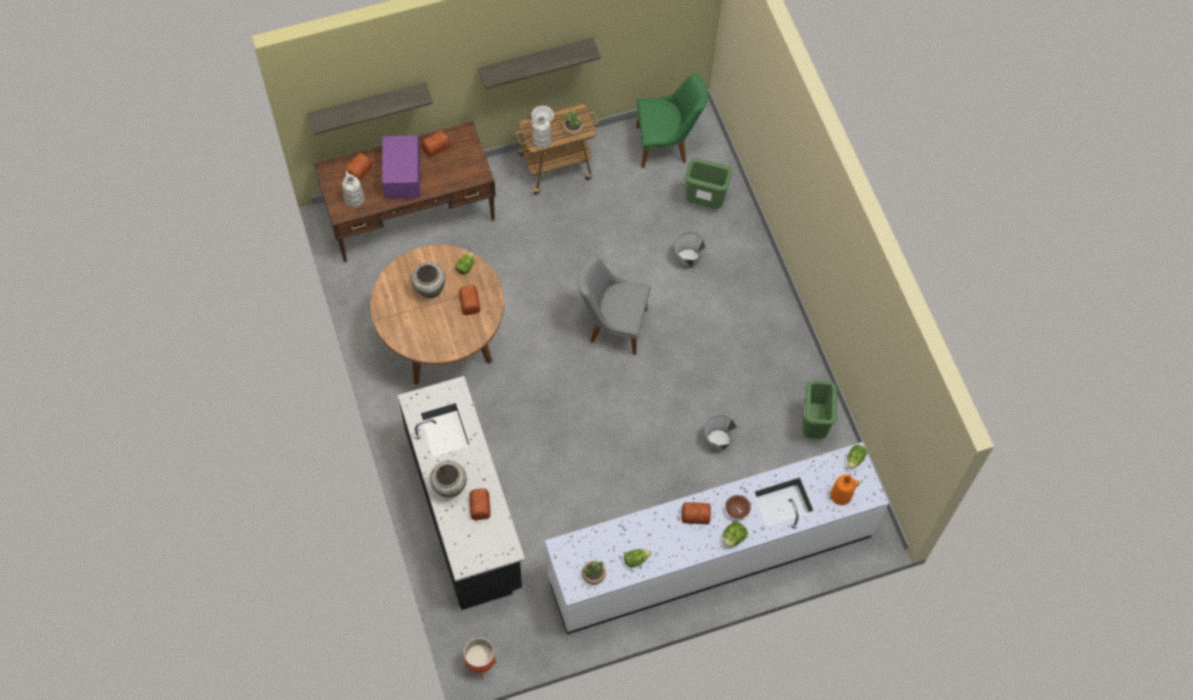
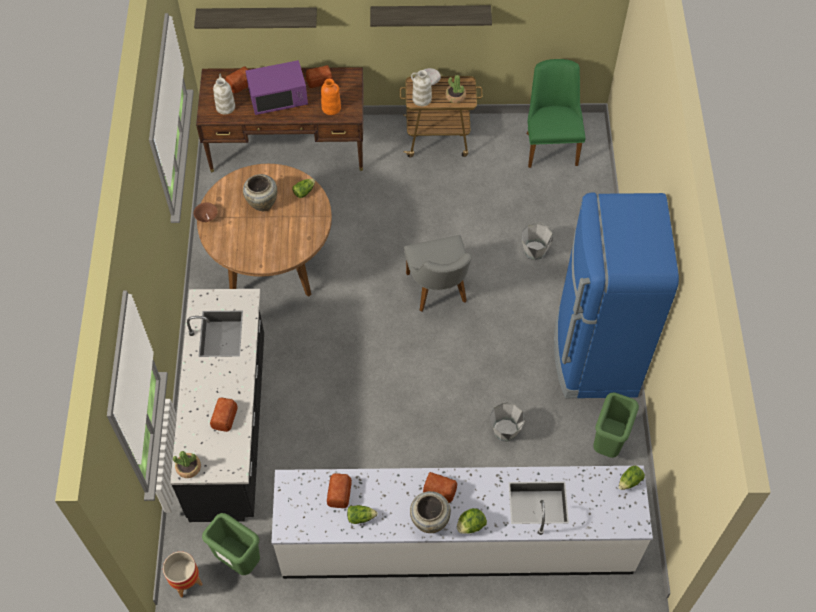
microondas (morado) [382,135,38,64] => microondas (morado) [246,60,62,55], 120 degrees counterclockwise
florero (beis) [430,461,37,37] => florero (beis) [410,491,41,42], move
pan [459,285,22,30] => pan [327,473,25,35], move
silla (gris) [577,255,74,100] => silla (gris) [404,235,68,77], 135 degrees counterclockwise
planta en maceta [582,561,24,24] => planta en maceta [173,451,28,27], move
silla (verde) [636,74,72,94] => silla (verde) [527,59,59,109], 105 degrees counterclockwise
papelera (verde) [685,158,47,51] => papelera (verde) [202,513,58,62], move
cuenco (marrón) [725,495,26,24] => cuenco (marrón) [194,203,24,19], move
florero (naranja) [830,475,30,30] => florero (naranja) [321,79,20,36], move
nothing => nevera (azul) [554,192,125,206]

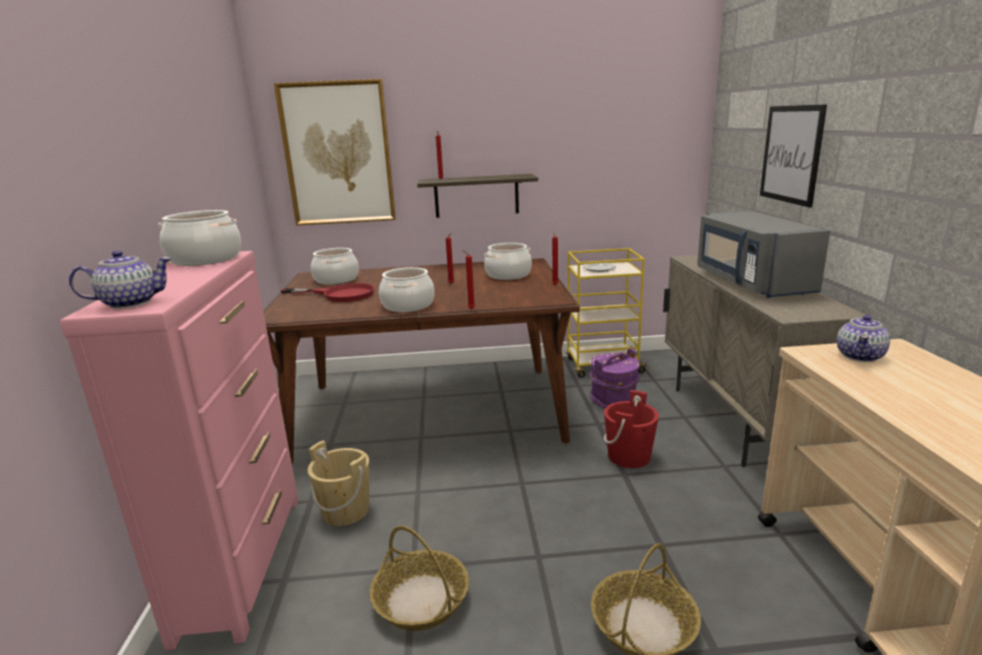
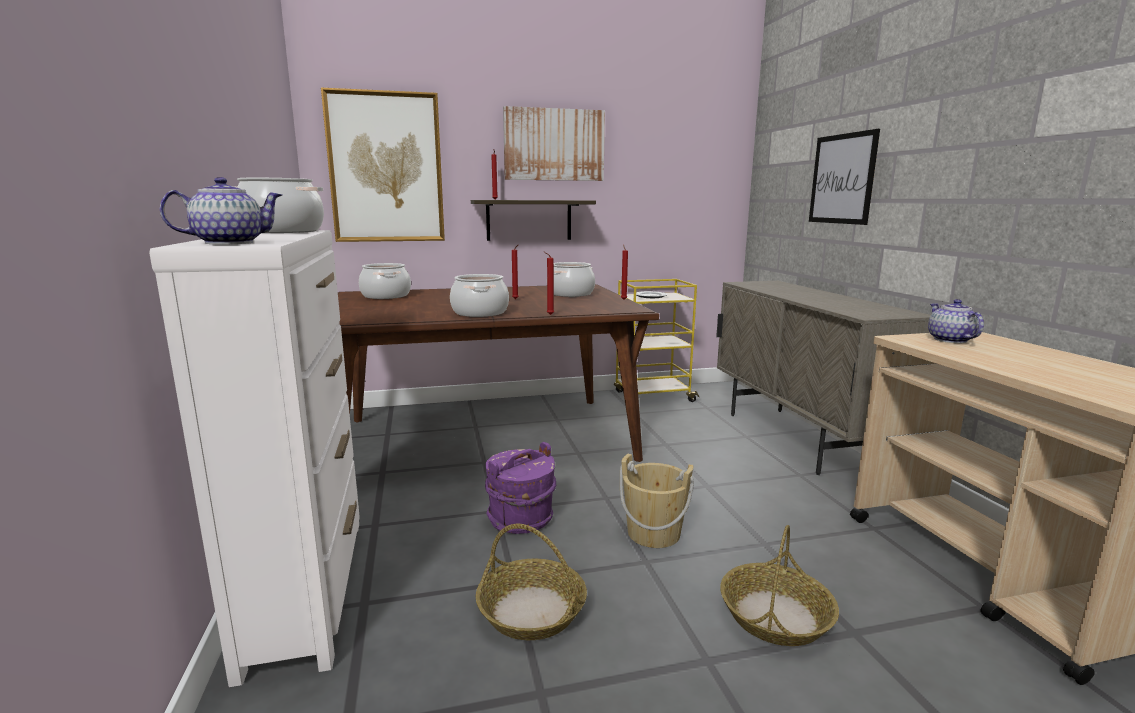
cómoda (rosa) [60,251,238,399] => cómoda (blanco) [149,230,211,457]
sartén (rojo) [281,283,94,19] => nothing
cubo (beis) [308,440,61,86] => cubo (beis) [620,454,74,94], move
cubo (morado) [590,348,50,60] => cubo (morado) [485,442,71,92], move
cubo (rojo) [604,390,55,78] => nothing
microondas (gris) [697,210,133,88] => nothing
tetera [837,315,53,47] => tetera [928,299,56,44], 150 degrees clockwise
nothing => cuadro [503,106,102,75]

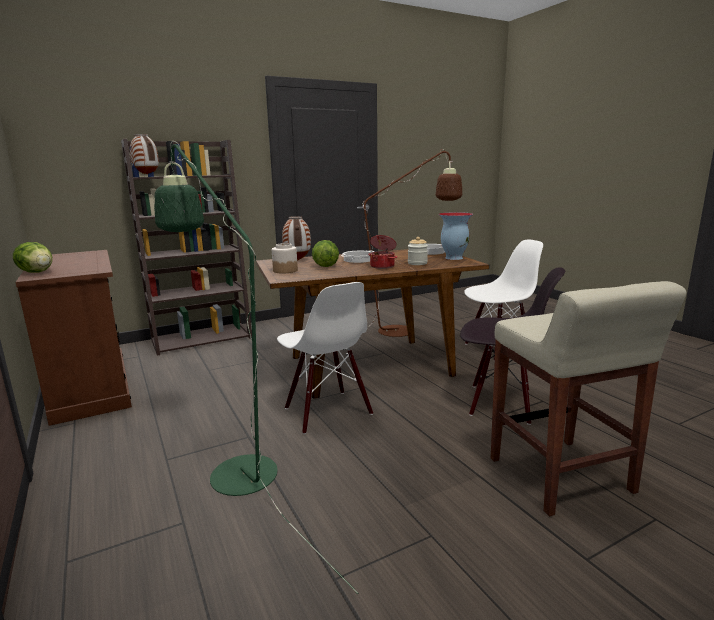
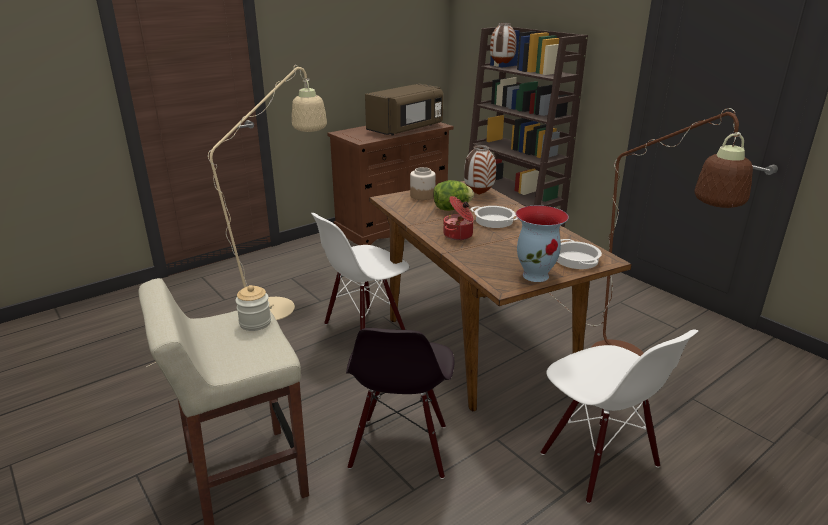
lechuga [13,242,39,31] => nothing
lámpara de pie (verde) [154,141,204,453] => lámpara de pie (beis) [146,65,181,302]
tarro [408,237,20,28] => tarro [236,285,35,46], move
nothing => microondas (marrón) [365,84,78,51]

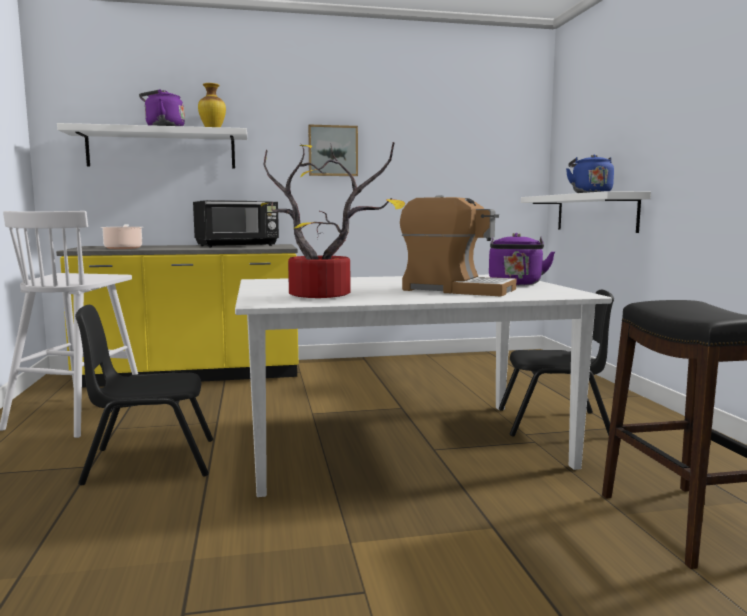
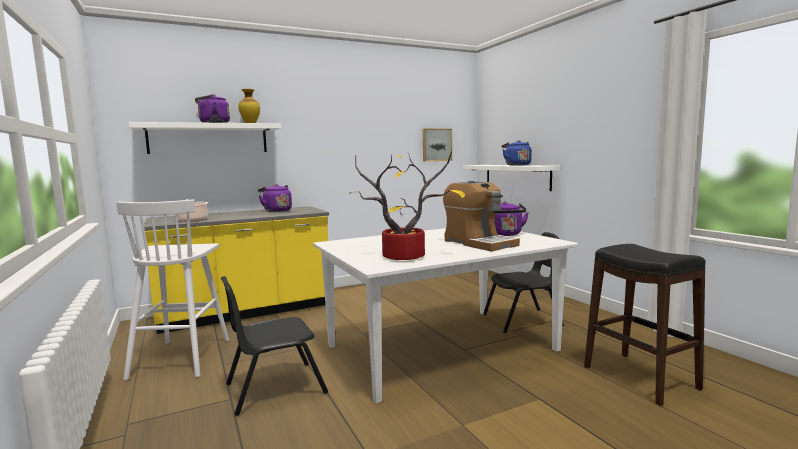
microondas (negro) [193,200,86,47] => hervidor (morado) [258,184,34,28]
cuadro [308,125,50,51] => cuadro [423,129,29,33], move
cafetera [400,195,116,101] => cafetera [443,181,77,70], 45 degrees clockwise

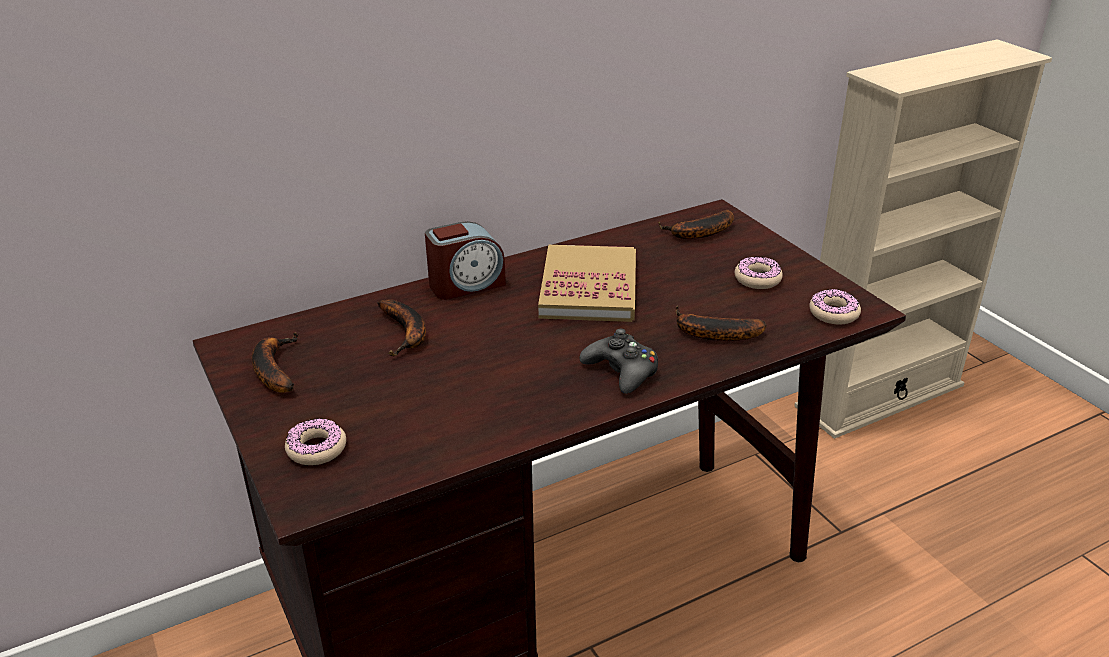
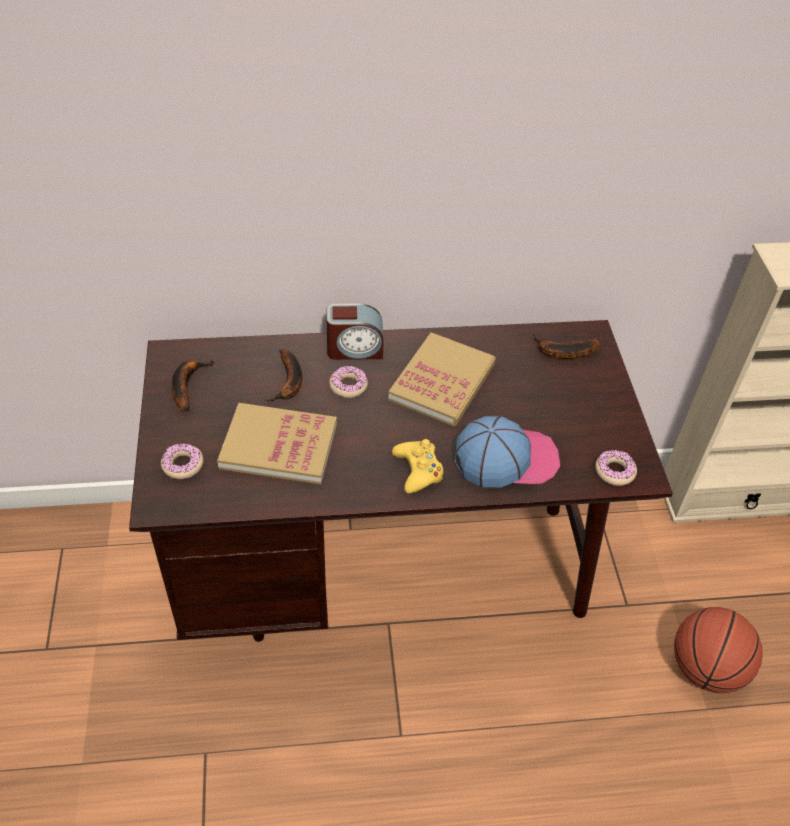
mando de consola (negro) [579,329,79,65] => mando de consola (amarillo) [392,439,52,55]
plátano [676,306,90,35] => gorra [455,416,105,71]
rosquilla [735,256,48,33] => rosquilla [329,366,39,32], move
nothing => libro [217,403,120,81]
nothing => balón de baloncesto [674,607,89,86]

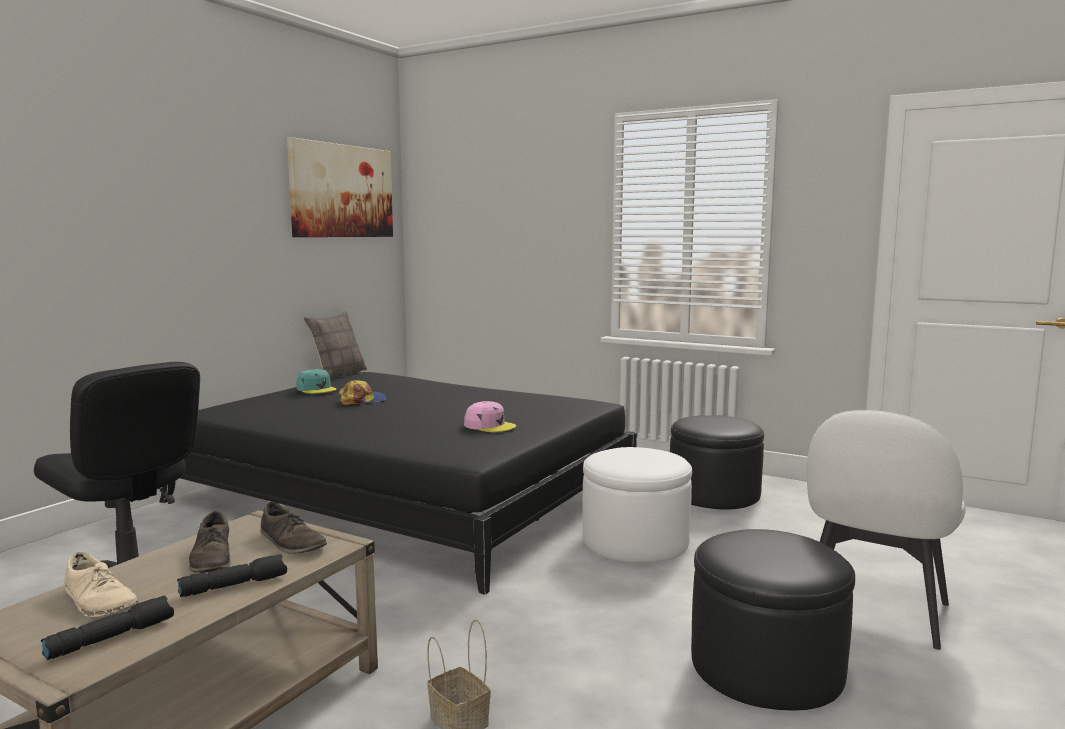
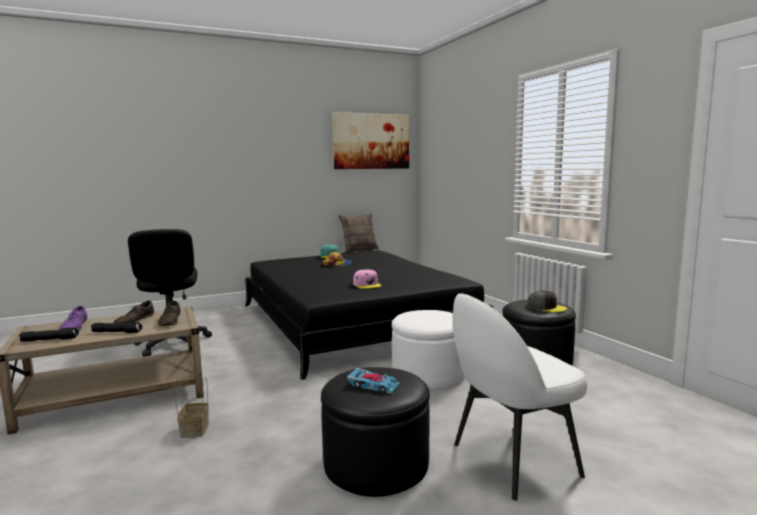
zapato (beis) [64,552,75,65] => zapato (morado) [60,306,27,25]
nothing => coche de juguete [347,368,53,26]
nothing => gorra (gris) [527,290,40,22]

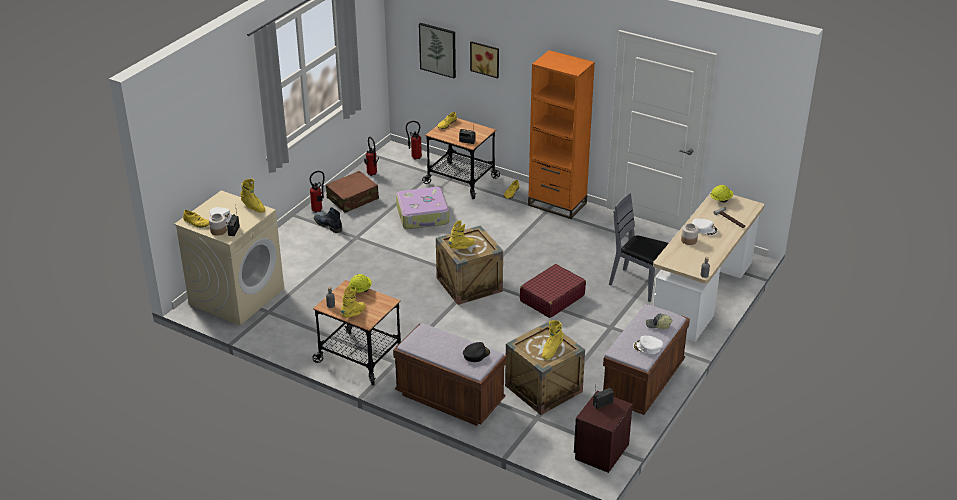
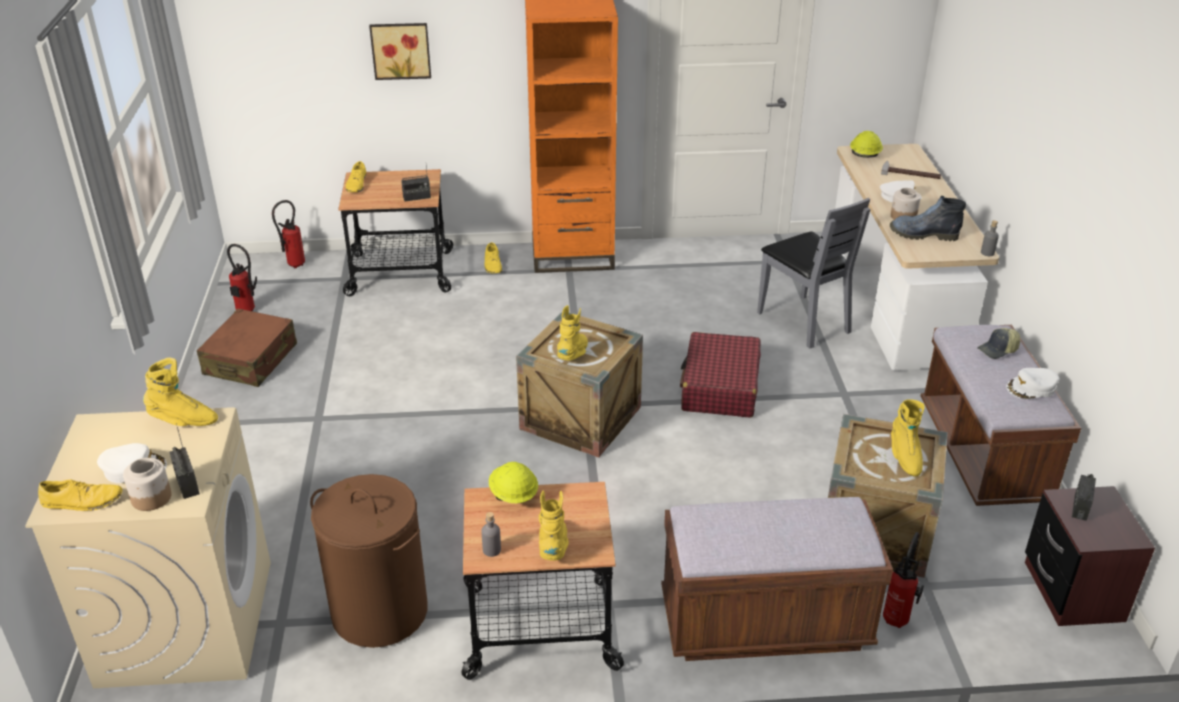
extintor [310,171,15,42] => extintor [883,532,41,96], move
bota [314,208,28,25] => bota [890,196,76,45], move
maleta [396,187,53,42] => nothing
cuadro [419,23,37,55] => nothing
gorra (negro) [463,342,27,20] => nothing
silla (gris) [609,193,60,109] => silla (gris) [757,198,114,151], 120 degrees counterclockwise
nothing => cesto de la ropa (marrón) [310,474,118,174]

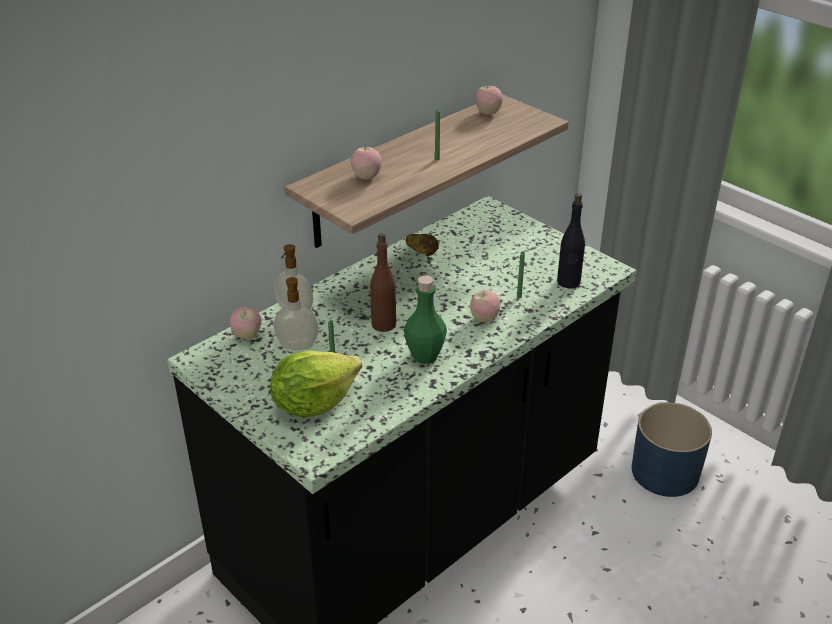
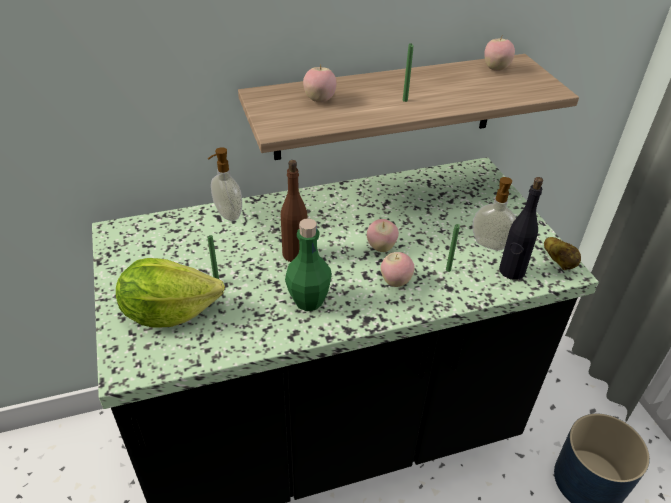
manzana [230,307,31,32] => manzana [367,219,32,33], move
dispensador de jabón [274,277,45,73] => dispensador de jabón [472,177,44,73], move
patata [405,234,34,22] => patata [544,237,37,33], move

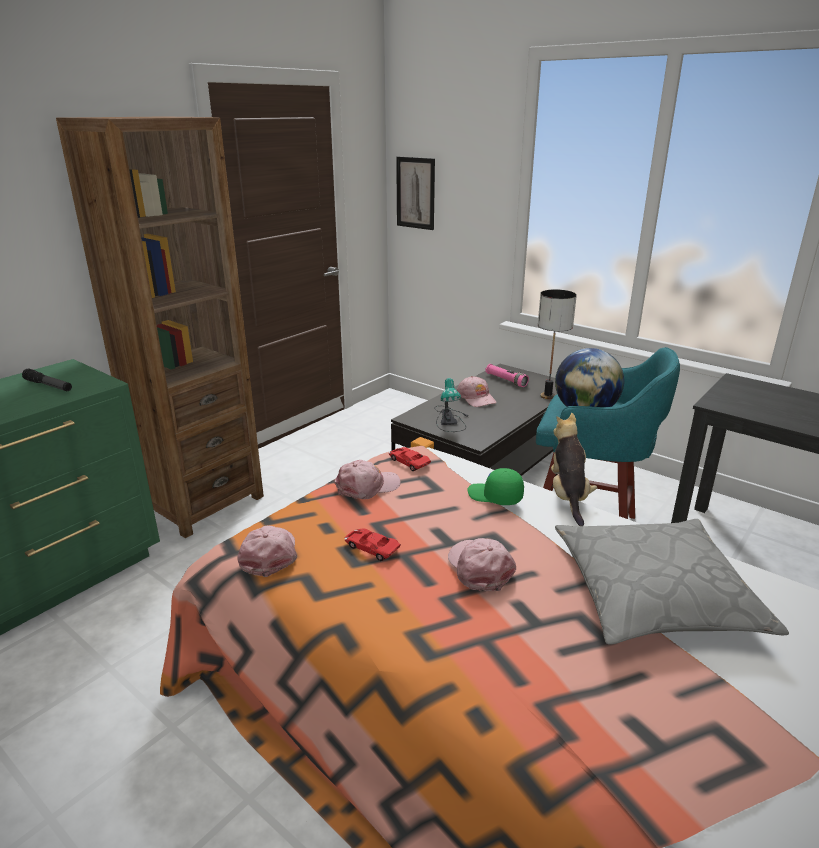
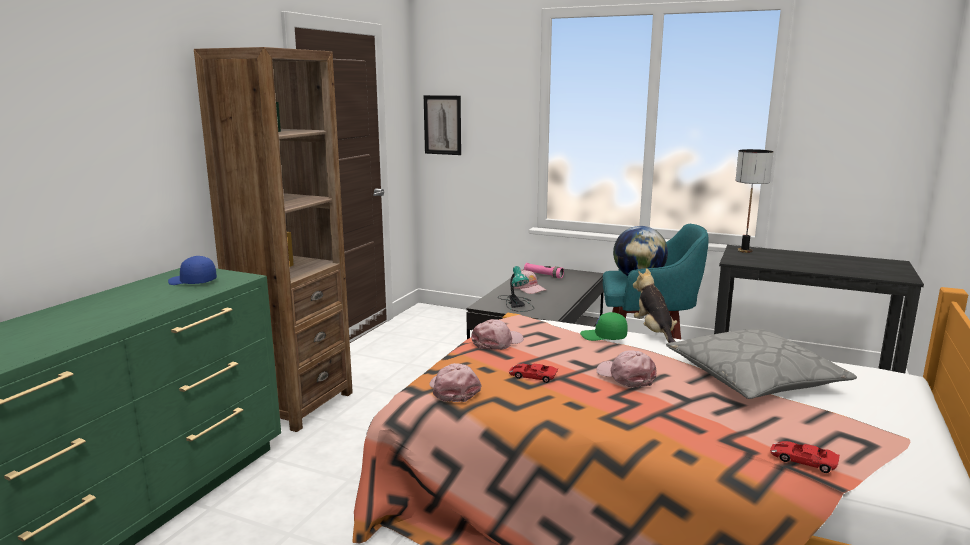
linterna [22,369,50,22] => gorra (azul) [168,256,49,29]
coche de juguete (rojo) [389,447,42,24] => coche de juguete (rojo) [770,441,70,32], move
lámpara de mesa [538,289,39,110] => lámpara de mesa [735,149,39,104], move

